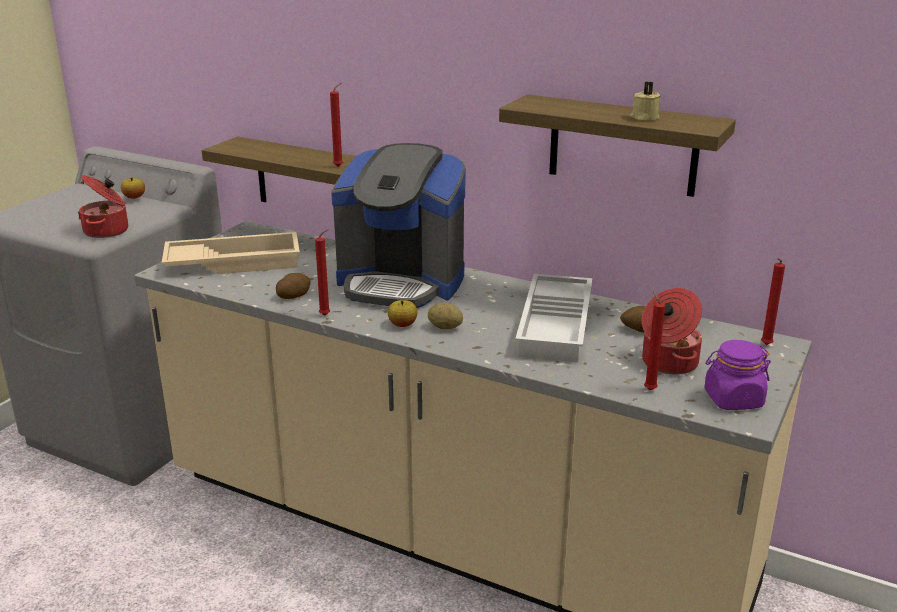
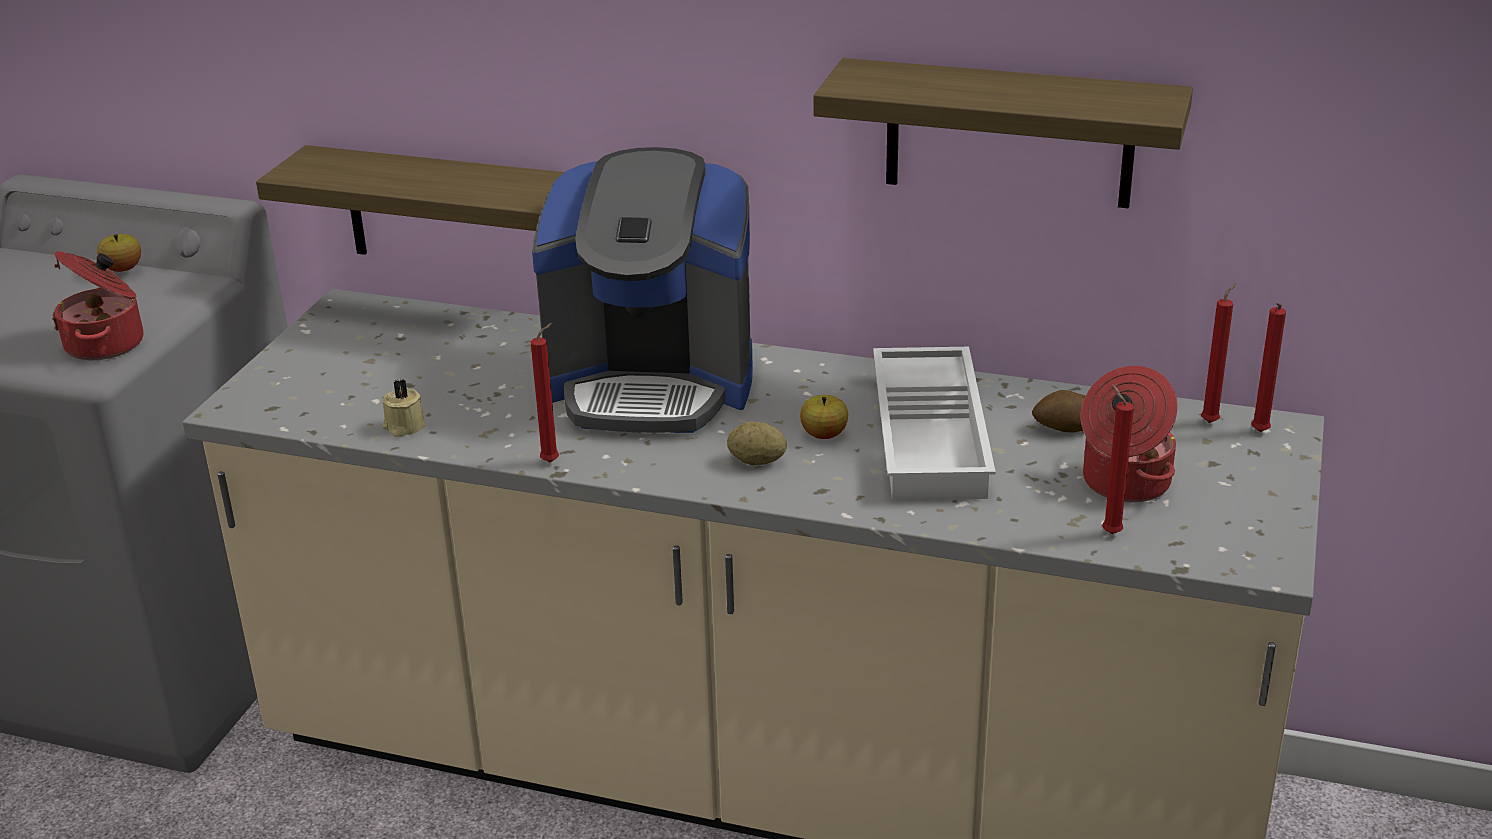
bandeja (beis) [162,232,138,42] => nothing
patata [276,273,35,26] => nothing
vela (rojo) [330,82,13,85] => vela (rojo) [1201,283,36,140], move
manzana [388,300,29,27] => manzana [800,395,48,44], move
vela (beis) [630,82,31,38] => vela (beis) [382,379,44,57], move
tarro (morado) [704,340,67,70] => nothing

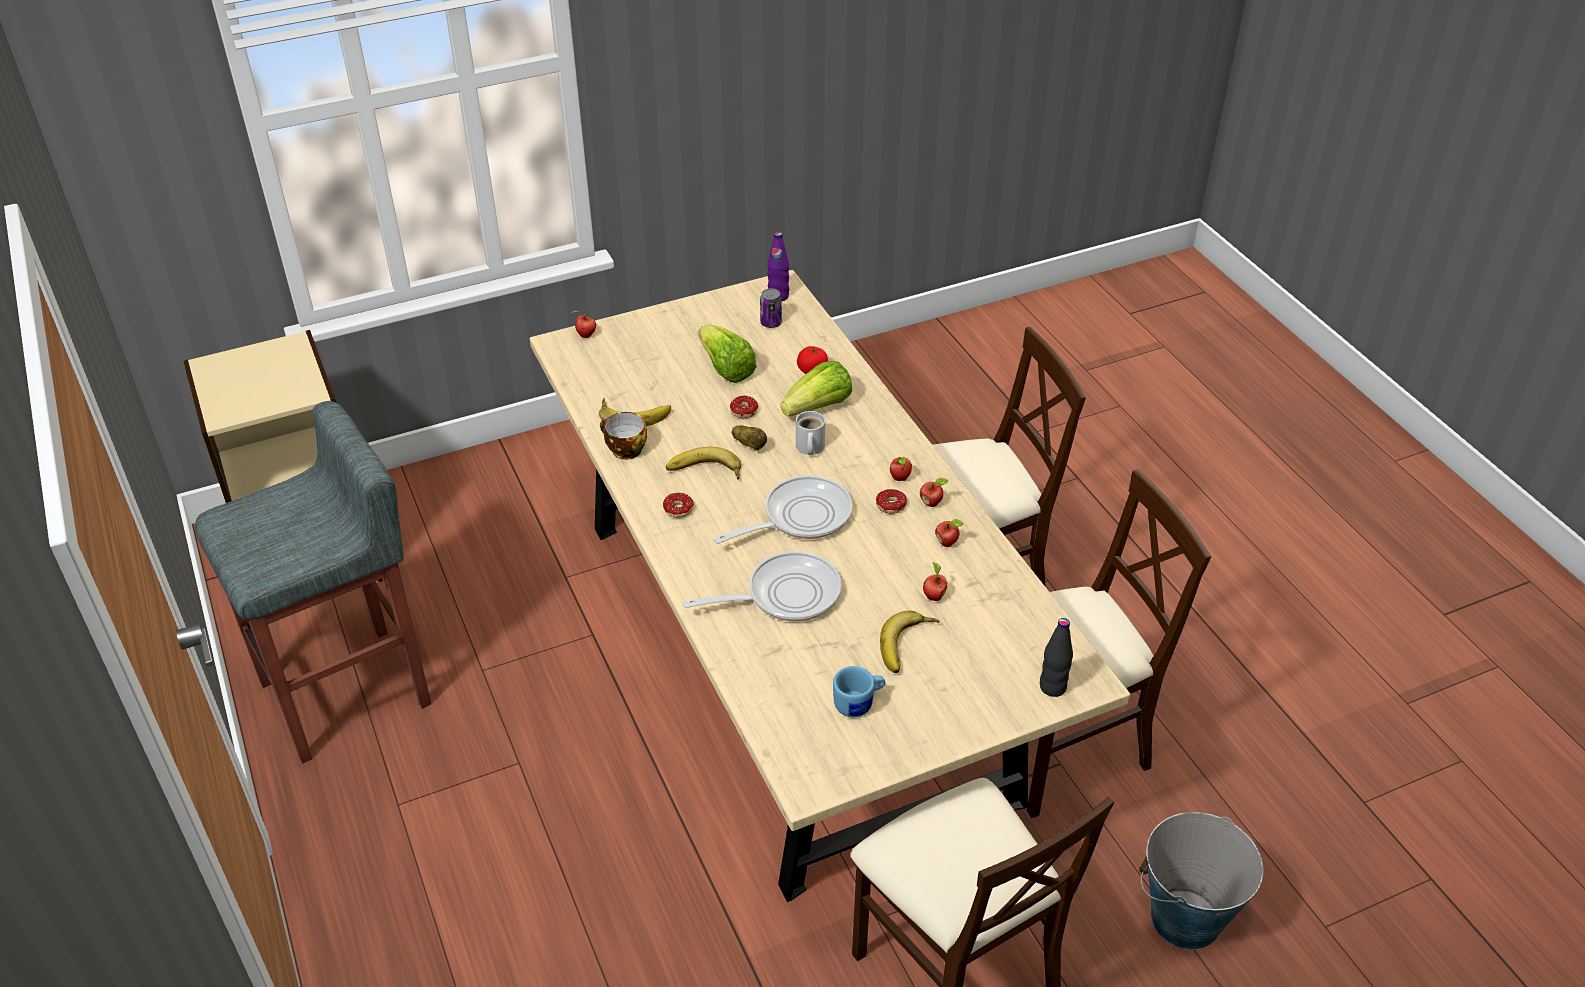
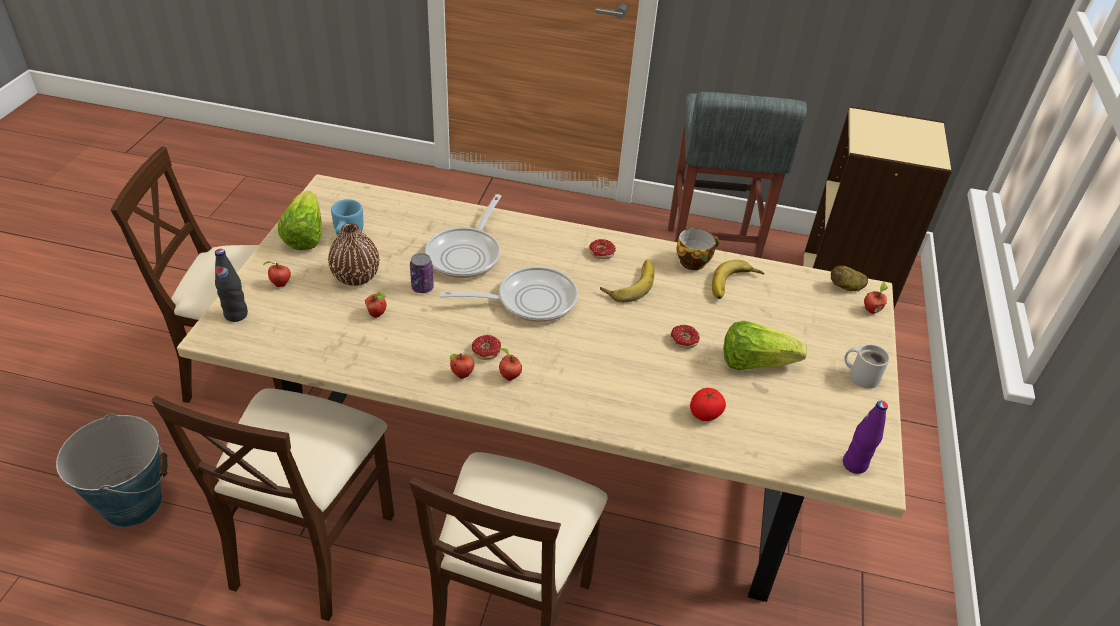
sartén [713,475,140,69] => sartén [439,267,139,55], 105 degrees counterclockwise
patata [732,425,35,26] => patata [831,266,37,25], move
lata [760,288,22,40] => lata [410,253,24,40], move
lechuga [781,361,71,55] => lechuga [278,191,44,59], move
taza grande (blanco) [796,411,29,44] => taza grande (blanco) [844,344,46,45], move
plátano [880,611,60,62] => florero (marrón) [328,223,51,63]
manzana [935,519,29,28] => manzana [263,261,28,26], move

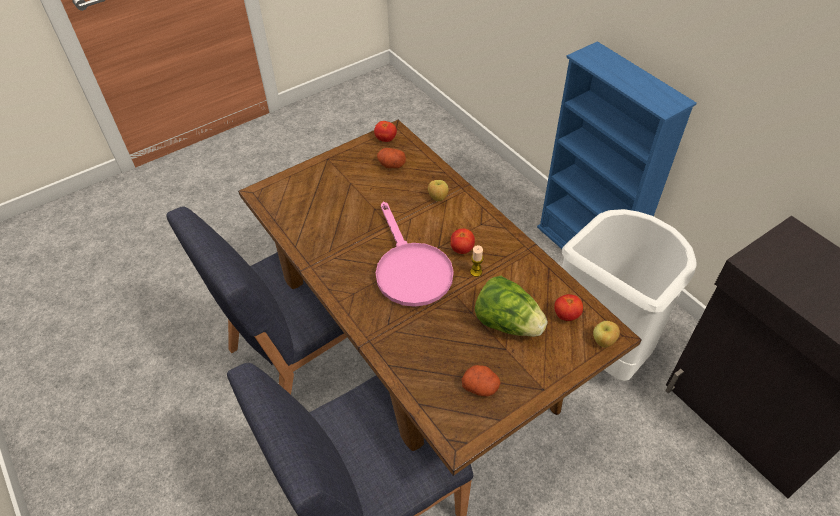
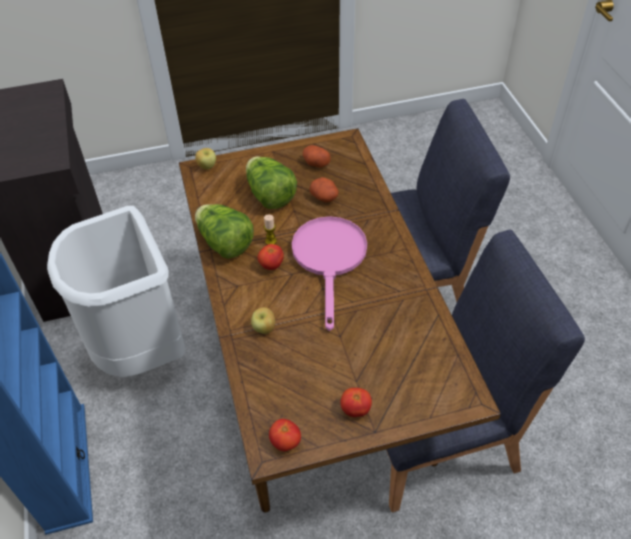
patata [377,148,29,20] => patata [309,177,30,26], move
tomate [554,294,29,27] => tomate [340,388,32,29], move
nothing => lechuga [195,204,59,55]

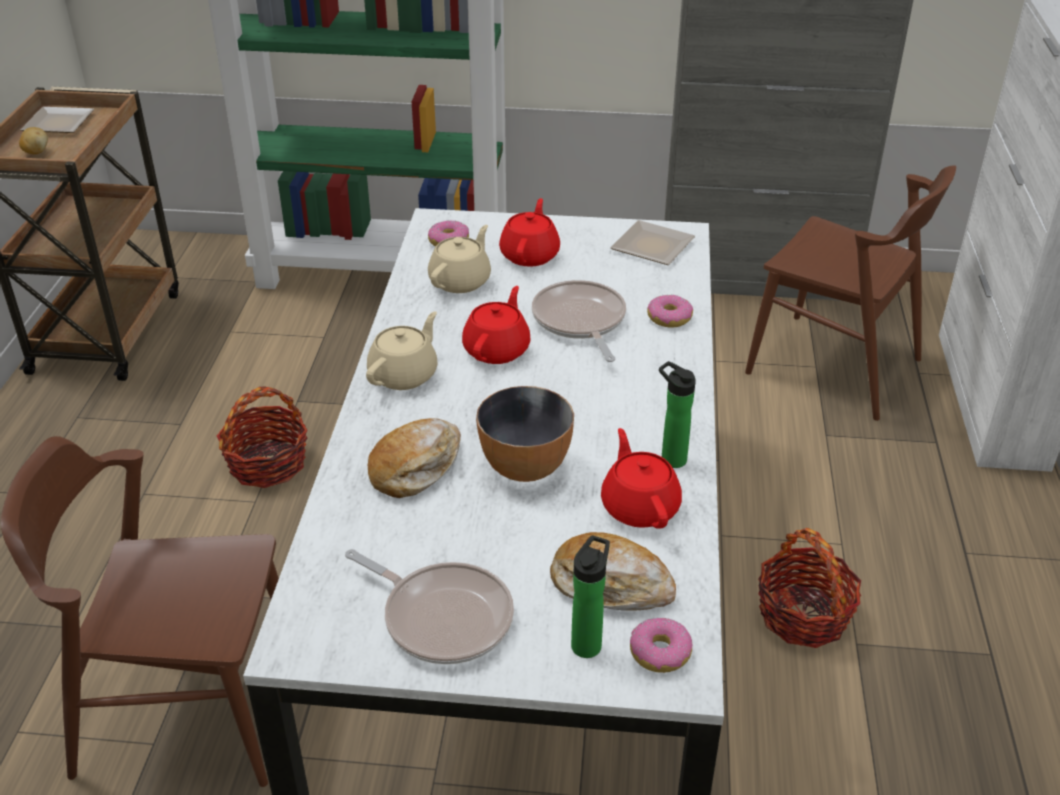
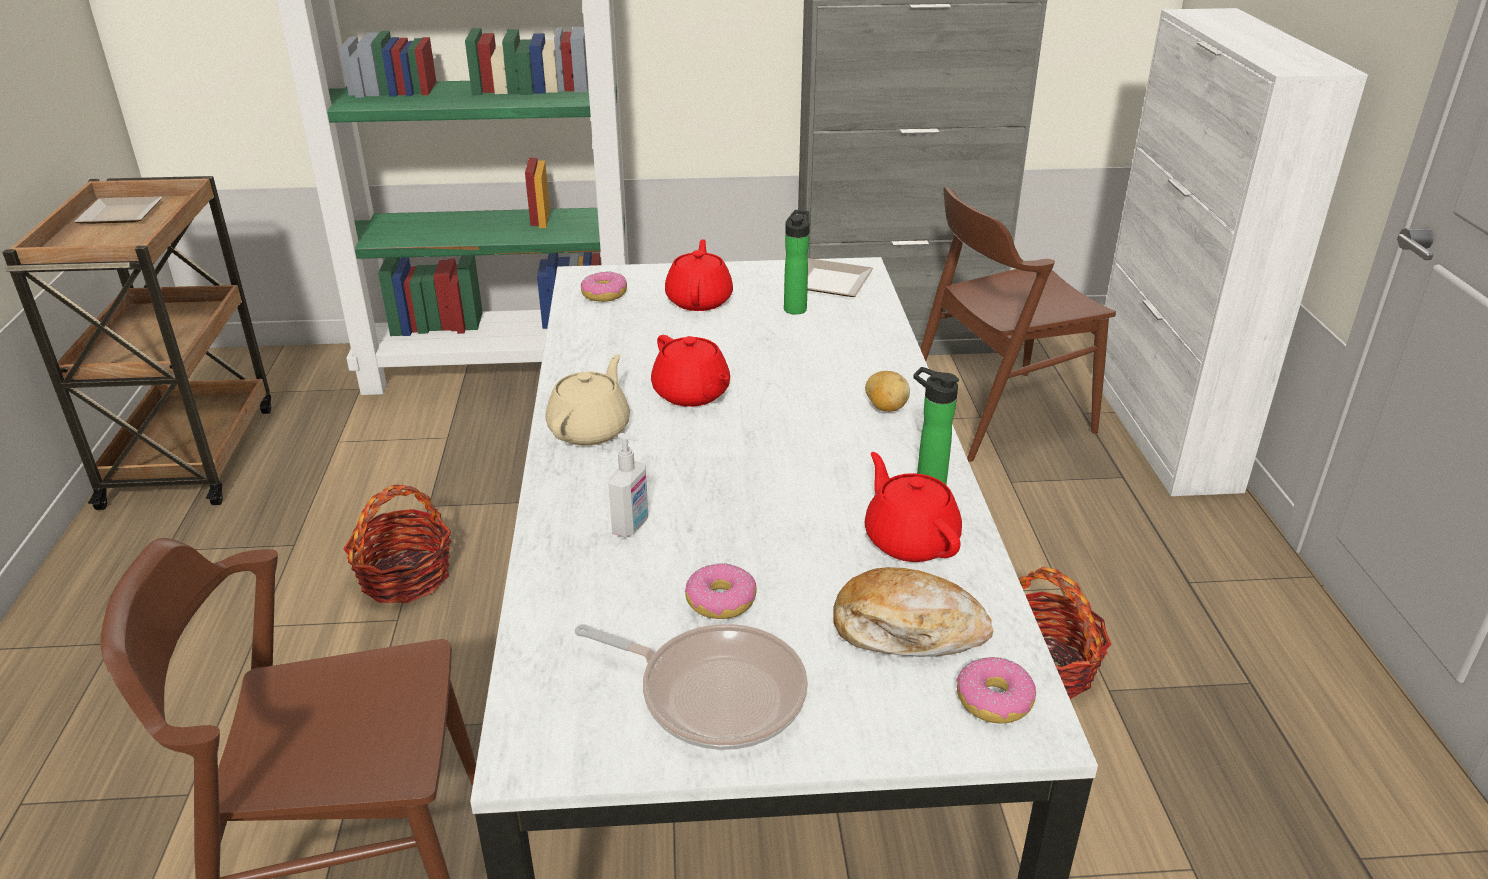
patata [19,127,29,27] => patata [865,371,45,41], move
pan [368,418,93,80] => dispensador de jabón [608,433,40,105]
tetera (beis) [428,225,63,68] => nothing
tetera (rojo) [462,286,68,78] => tetera (rojo) [651,335,79,72], 135 degrees clockwise
cuenco [476,386,98,96] => nothing
sartén [532,280,94,82] => nothing
botella [571,535,39,123] => botella [784,210,26,105], move
rosquilla [647,295,46,33] => rosquilla [685,563,71,56], move
silla (marrón) [745,165,211,256] => silla (marrón) [920,187,196,275], 135 degrees clockwise

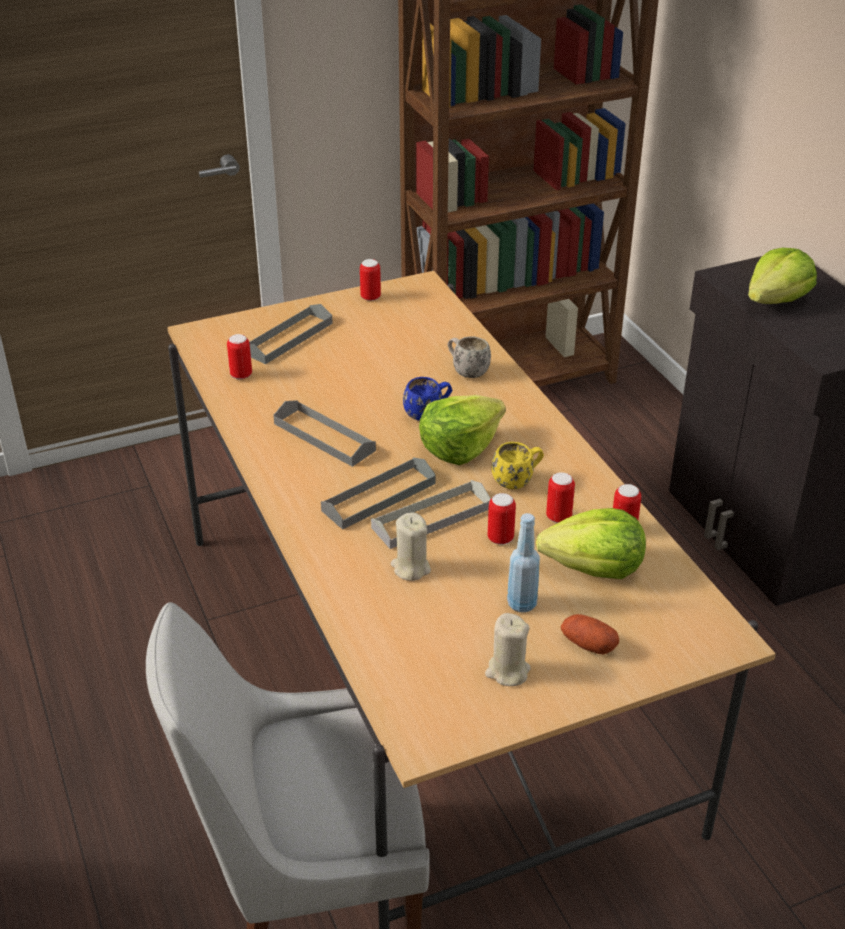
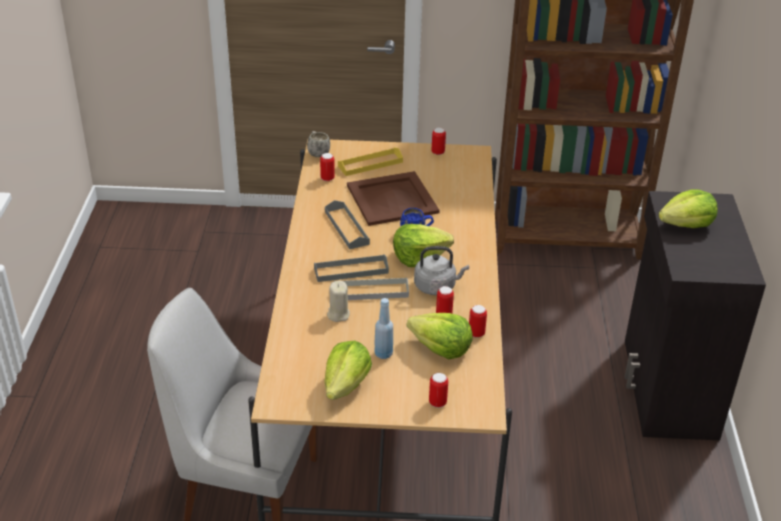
bandeja (gris) [249,304,84,60] => bandeja (amarillo) [338,148,65,28]
taza grande (blanco) [448,337,43,41] => taza grande (blanco) [307,131,23,26], move
vela (beis) [485,613,45,73] => lechuga [325,341,47,59]
lata [488,493,28,52] => lata [429,373,19,35], move
taza grande (amarillo) [492,442,52,47] => hervidor (gris) [414,246,55,49]
patata [561,614,58,41] => nothing
nothing => bandeja (marrón) [347,171,93,55]

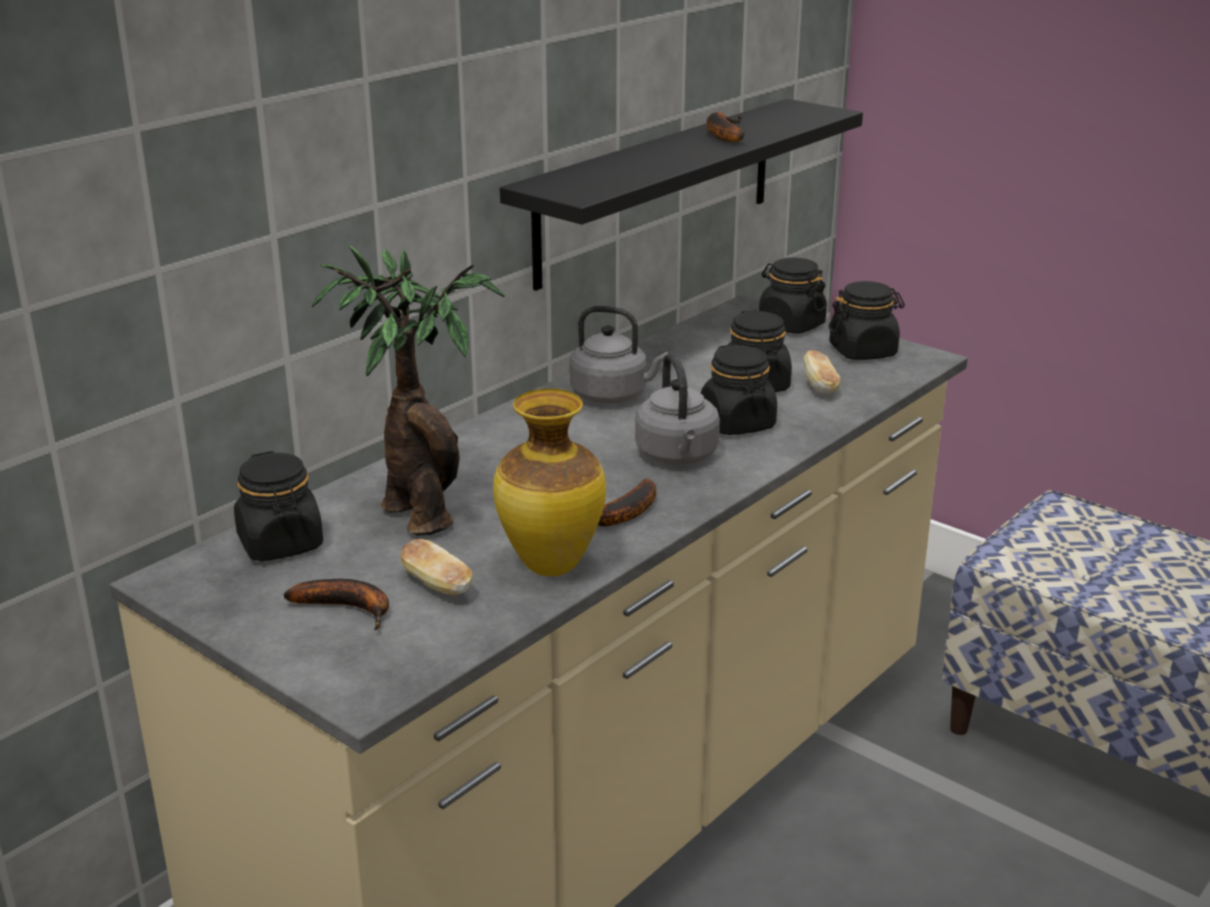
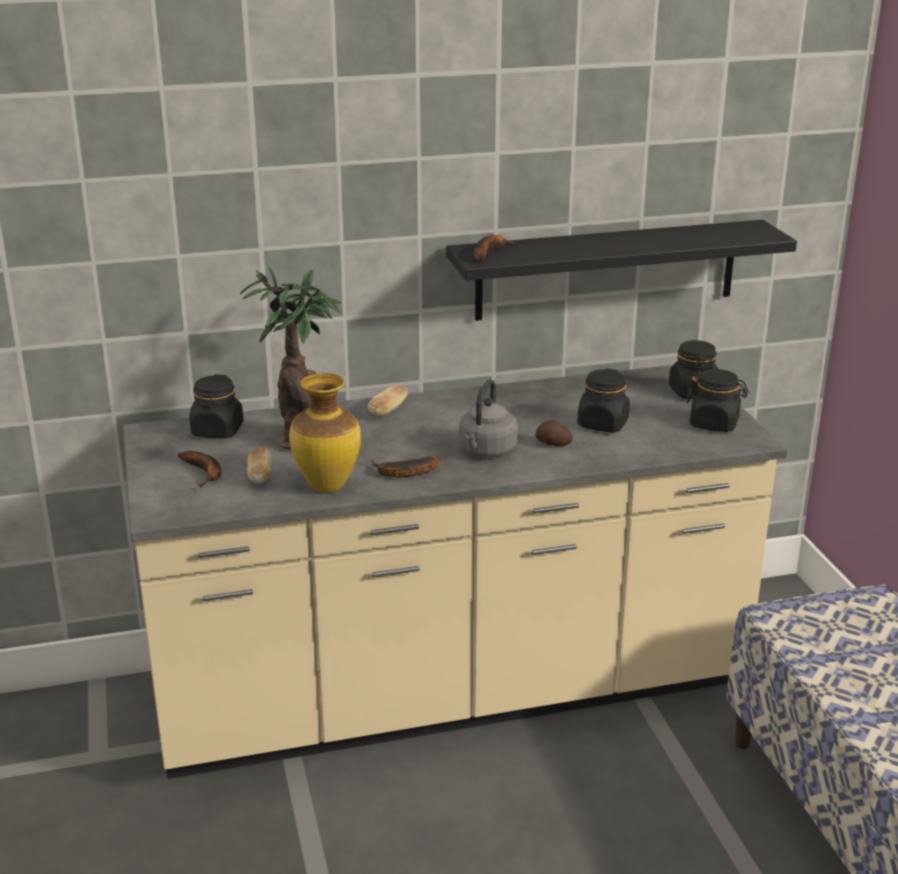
hervidor (gris) [570,306,98,97] => nothing
tarro (negro) [701,344,76,91] => patata [535,420,38,26]
plátano [706,112,39,30] => plátano [474,235,46,26], move
pan [803,350,37,44] => pan [368,385,40,31], move

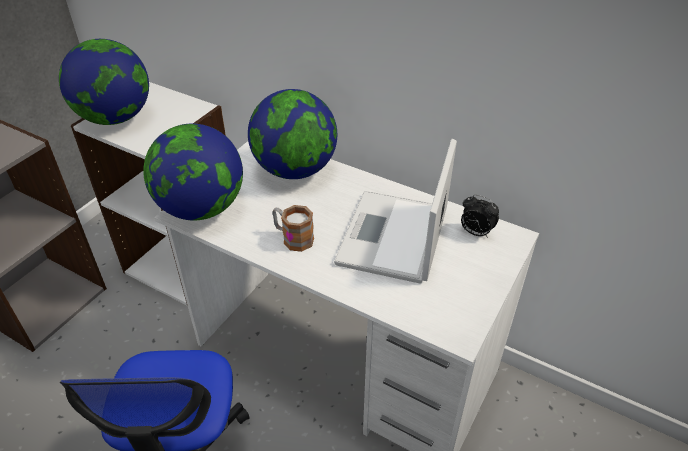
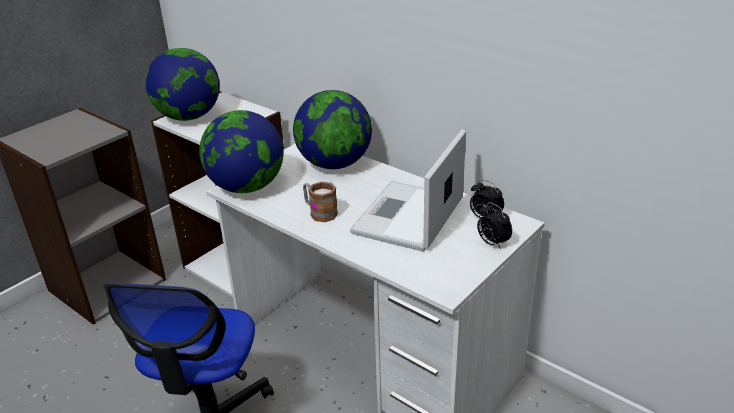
nothing => despertador [477,202,35,47]

